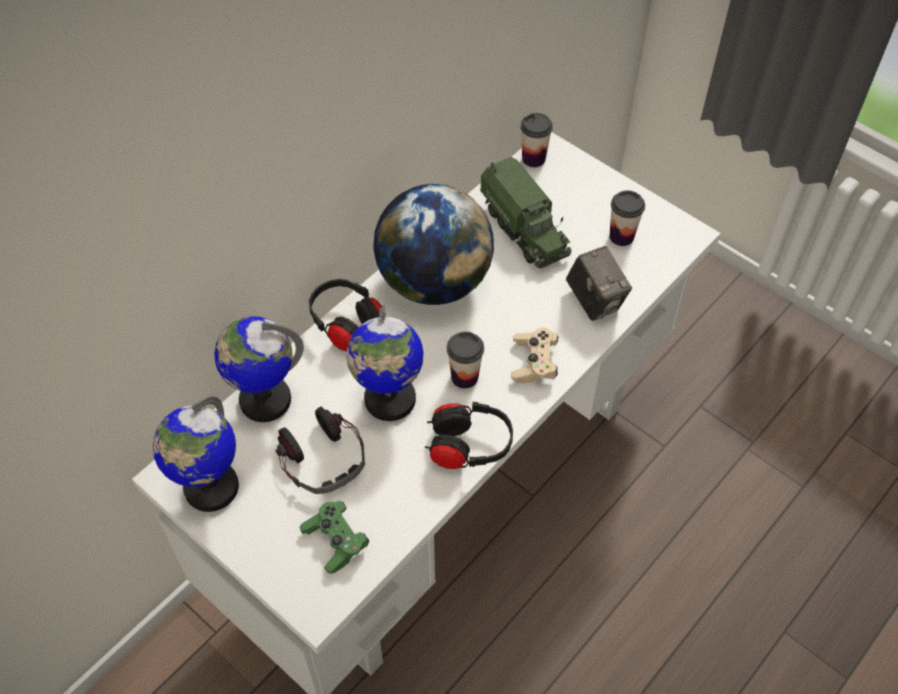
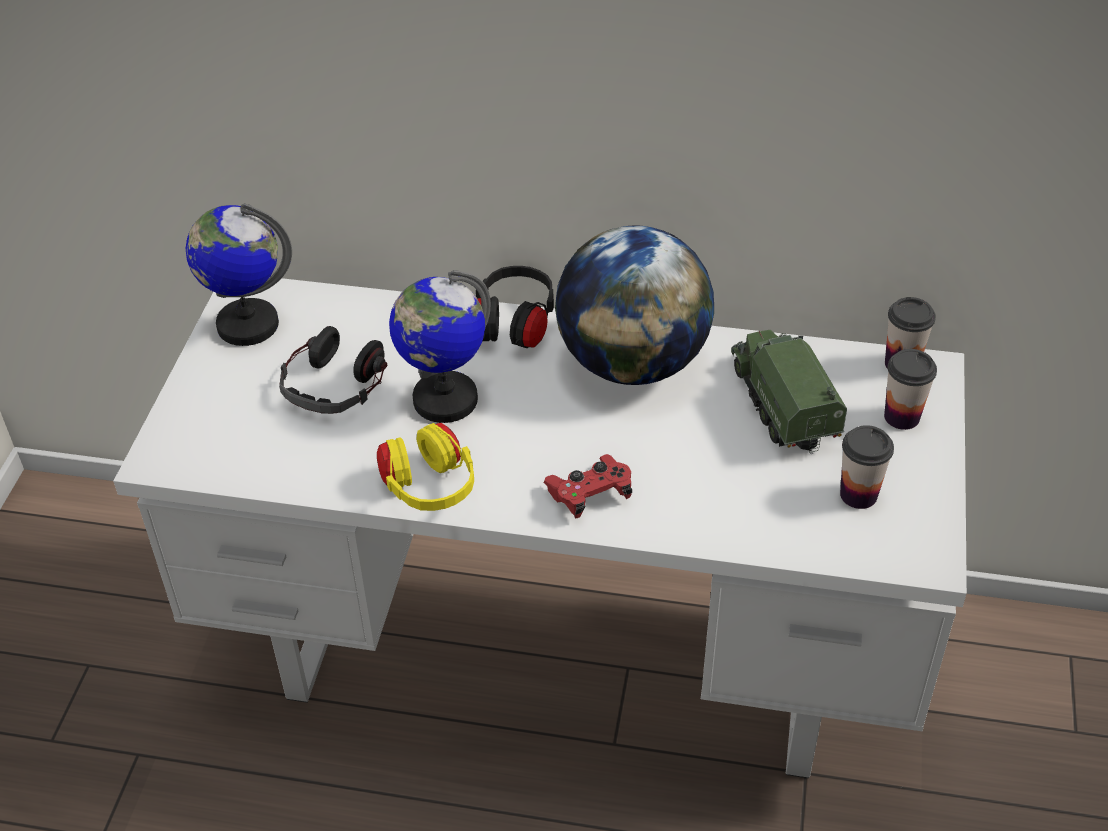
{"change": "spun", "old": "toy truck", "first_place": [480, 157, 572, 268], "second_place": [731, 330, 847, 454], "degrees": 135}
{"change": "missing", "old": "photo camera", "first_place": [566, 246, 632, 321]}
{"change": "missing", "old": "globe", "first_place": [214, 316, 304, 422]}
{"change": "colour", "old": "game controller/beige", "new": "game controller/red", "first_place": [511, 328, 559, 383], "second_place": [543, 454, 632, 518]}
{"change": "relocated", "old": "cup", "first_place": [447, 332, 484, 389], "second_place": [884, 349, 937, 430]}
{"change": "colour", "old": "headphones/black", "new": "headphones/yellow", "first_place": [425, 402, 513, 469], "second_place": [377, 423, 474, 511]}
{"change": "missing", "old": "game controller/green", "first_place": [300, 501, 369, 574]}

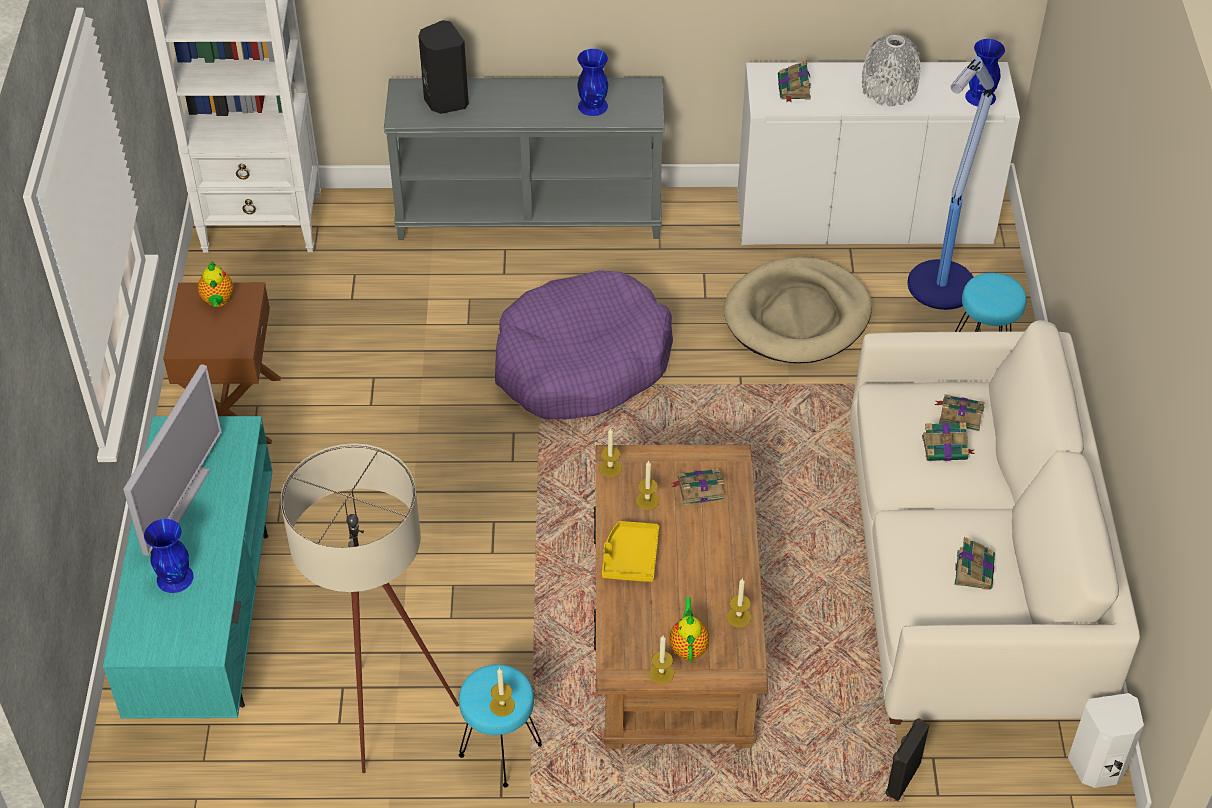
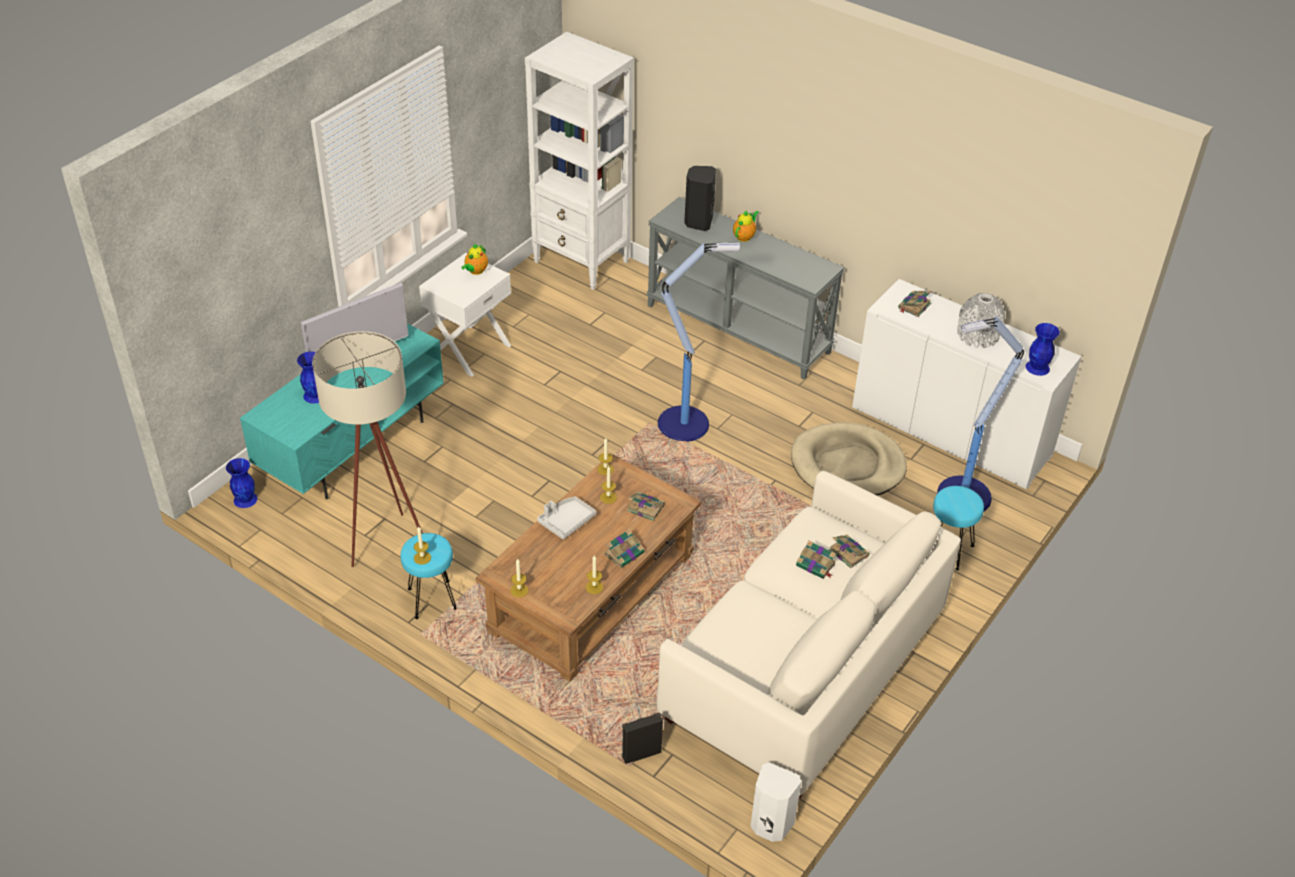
{"change": "relocated", "old": "vase/blue", "first_place": [577, 49, 608, 116], "second_place": [226, 458, 257, 508]}
{"change": "exchanged", "old": "dog bed/purple", "new": "floor lamp", "first_place": [495, 270, 673, 419], "second_place": [658, 243, 740, 442]}
{"change": "colour", "old": "nightstand/brown", "new": "nightstand/white", "first_place": [163, 282, 281, 444], "second_place": [419, 253, 511, 377]}
{"change": "colour", "old": "tray/yellow", "new": "tray/grey", "first_place": [602, 521, 659, 582], "second_place": [537, 496, 596, 539]}
{"change": "relocated", "old": "book", "first_place": [955, 537, 995, 590], "second_place": [604, 529, 645, 568]}
{"change": "relocated", "old": "teapot", "first_place": [669, 597, 709, 662], "second_place": [733, 210, 759, 242]}

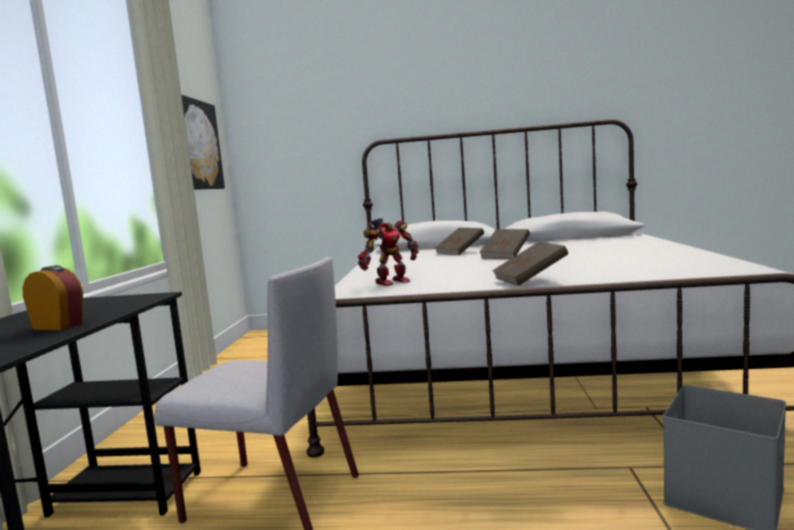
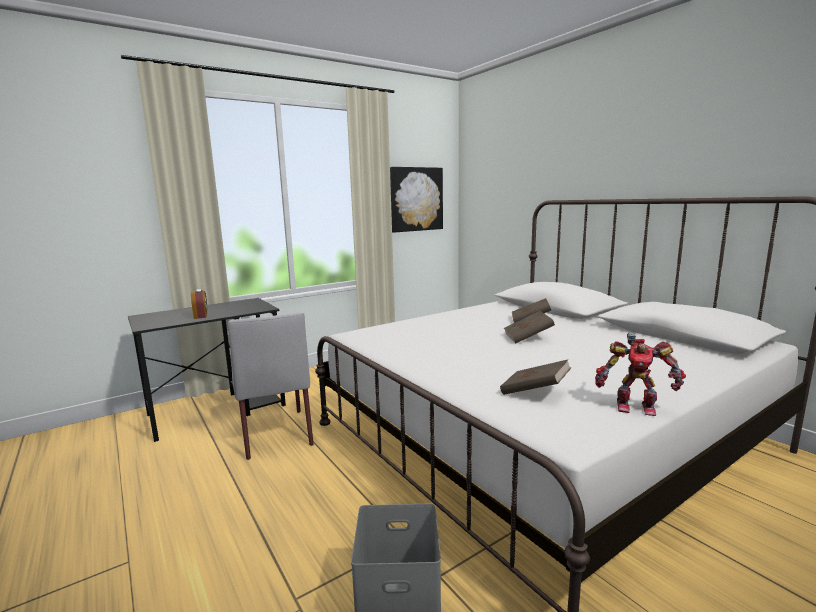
{"change": "relocated", "old": "toy robot", "first_place": [358, 218, 418, 286], "second_place": [595, 332, 686, 416]}
{"change": "relocated", "old": "book/brown", "first_place": [492, 242, 568, 286], "second_place": [500, 359, 571, 395]}

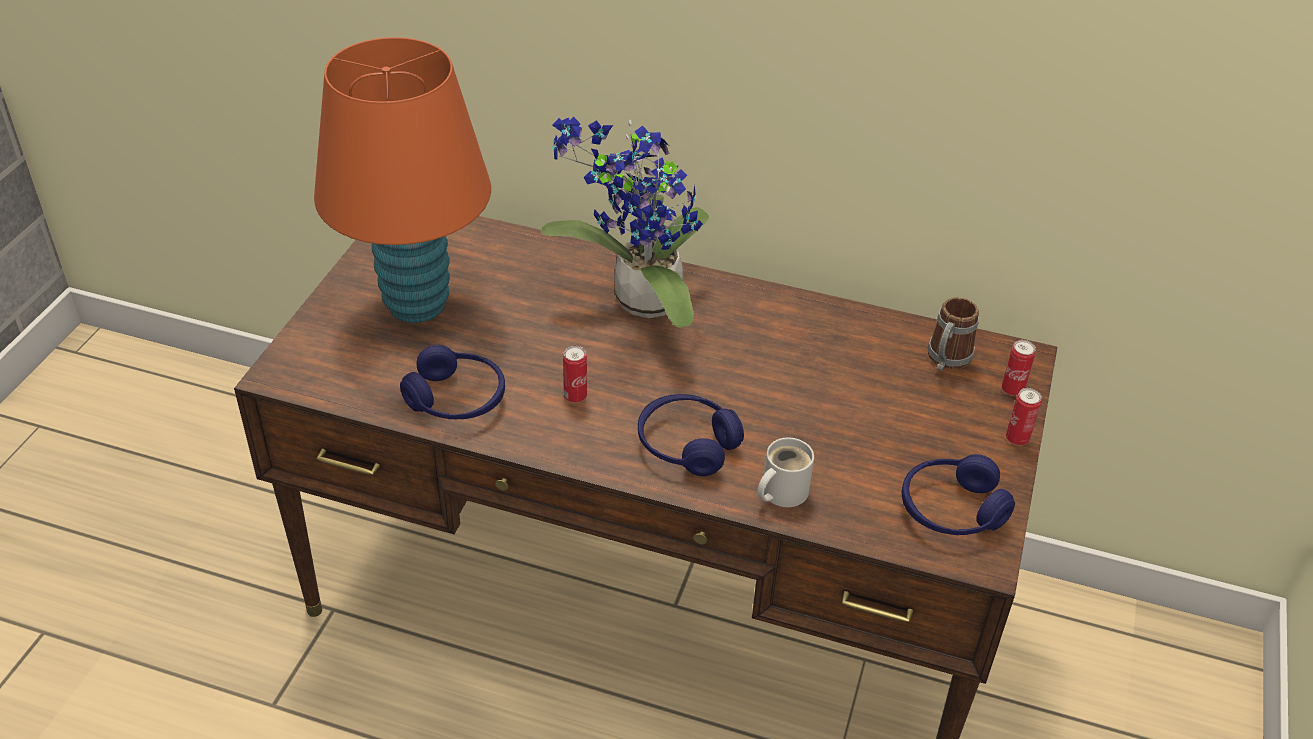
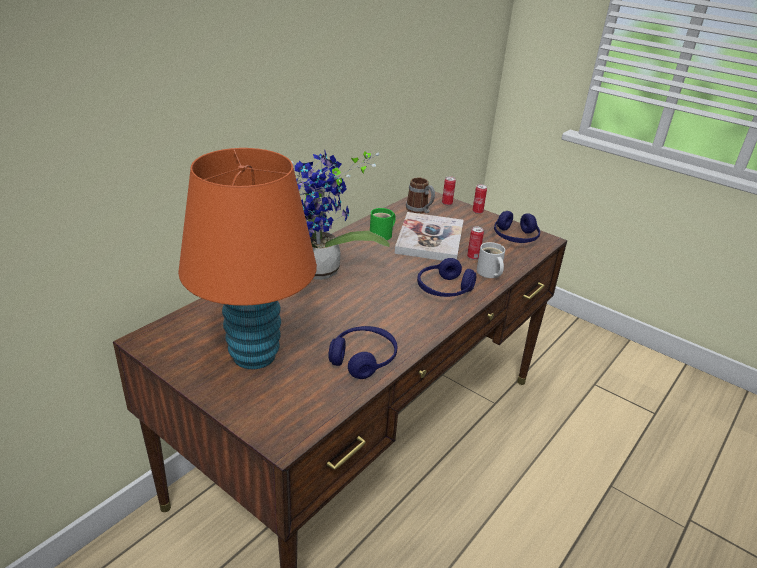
{"change": "relocated", "old": "can", "first_place": [563, 346, 587, 403], "second_place": [467, 227, 484, 260]}
{"change": "appeared", "new": "mug/green", "second_place": [370, 208, 396, 240]}
{"change": "appeared", "new": "book", "second_place": [395, 212, 464, 261]}

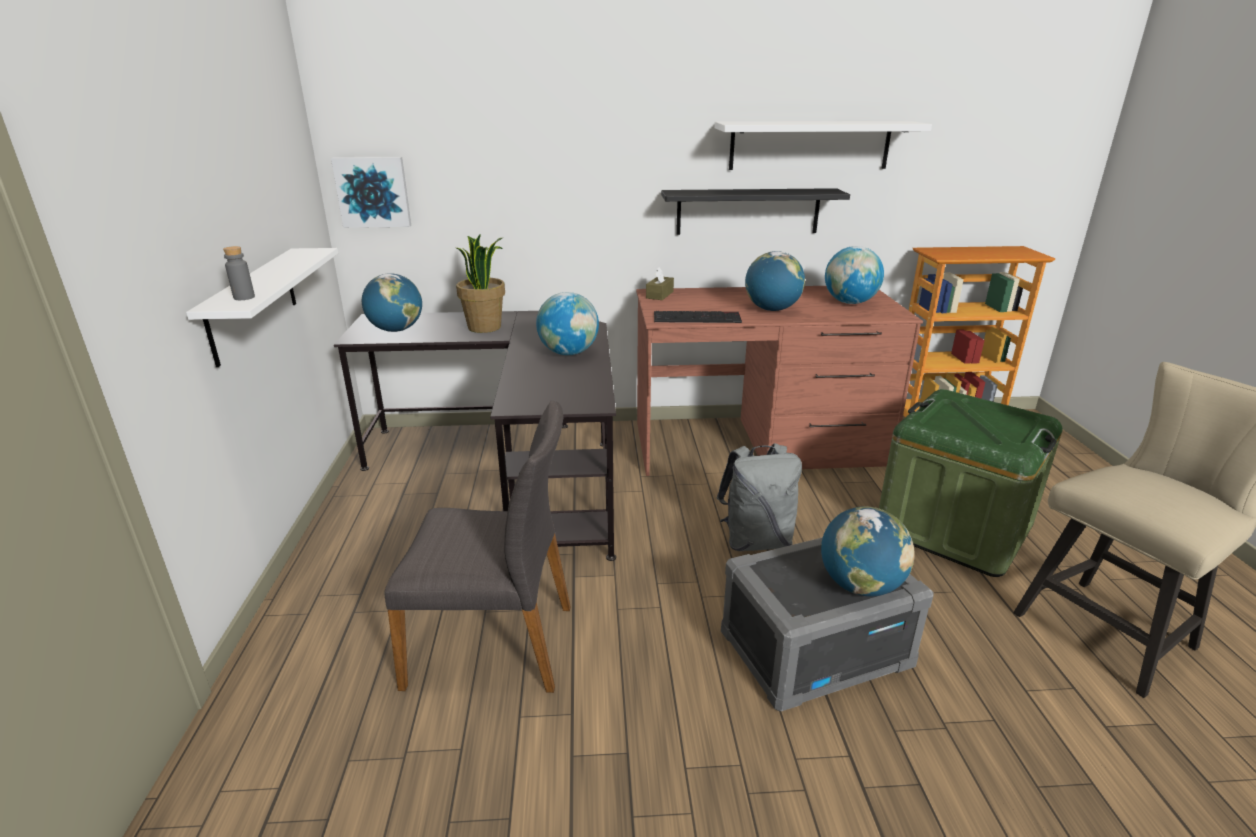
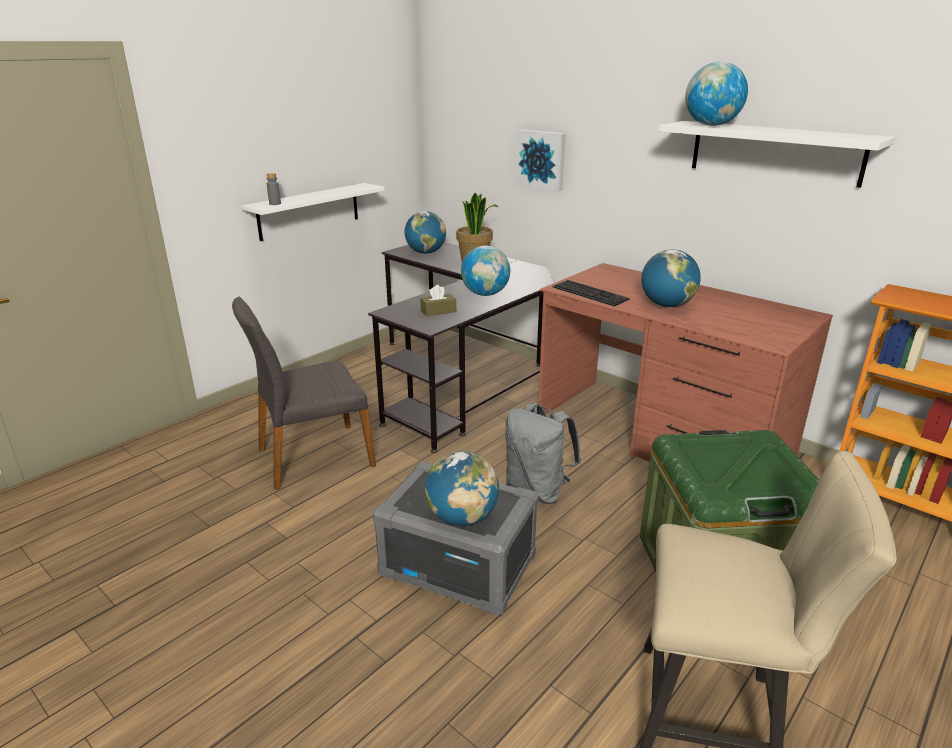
{"change": "relocated", "old": "picture", "first_place": [331, 157, 411, 228], "second_place": [516, 129, 566, 192]}
{"change": "missing", "old": "shelf/black", "first_place": [661, 188, 850, 235]}
{"change": "relocated", "old": "globe", "first_place": [825, 246, 884, 304], "second_place": [685, 61, 748, 126]}
{"change": "relocated", "old": "tissue box/brown", "first_place": [646, 267, 674, 300], "second_place": [420, 285, 456, 316]}
{"change": "spun", "old": "chair/grey", "first_place": [384, 400, 571, 693], "second_place": [232, 297, 376, 490], "degrees": 105}

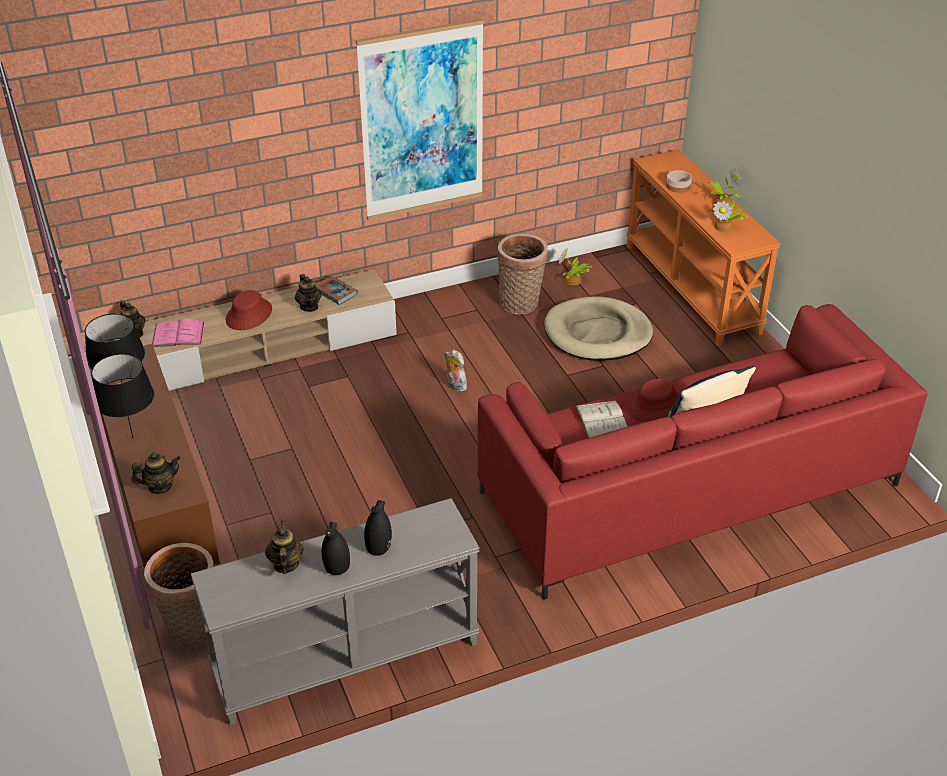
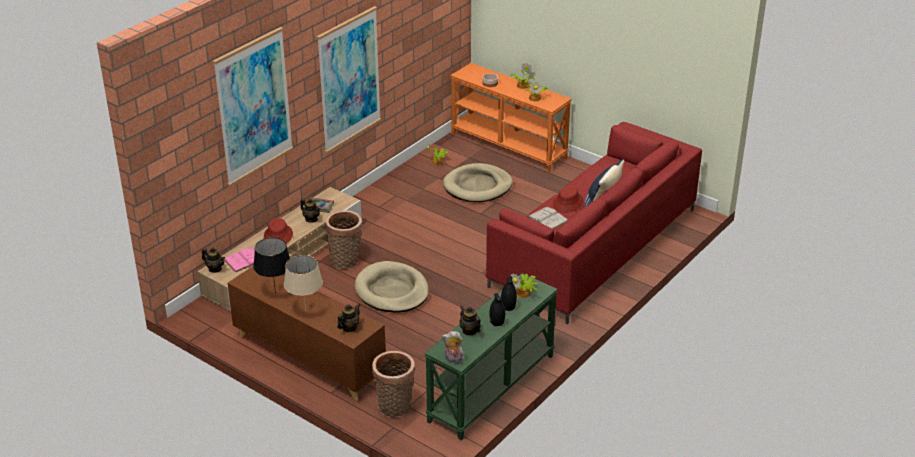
{"change": "relocated", "old": "basket", "first_place": [497, 234, 548, 314], "second_place": [326, 210, 362, 270]}
{"change": "relocated", "old": "plush toy", "first_place": [445, 350, 467, 392], "second_place": [442, 331, 464, 364]}
{"change": "colour", "old": "table lamp/black", "new": "table lamp/beige", "first_place": [91, 354, 154, 438], "second_place": [284, 255, 323, 311]}
{"change": "colour", "old": "console table/grey", "new": "console table/green", "first_place": [191, 498, 480, 725], "second_place": [424, 273, 558, 440]}
{"change": "appeared", "new": "picture", "second_place": [213, 27, 293, 187]}
{"change": "appeared", "new": "dog bed/beige", "second_place": [355, 261, 429, 313]}
{"change": "appeared", "new": "potted plant", "second_place": [511, 273, 537, 298]}

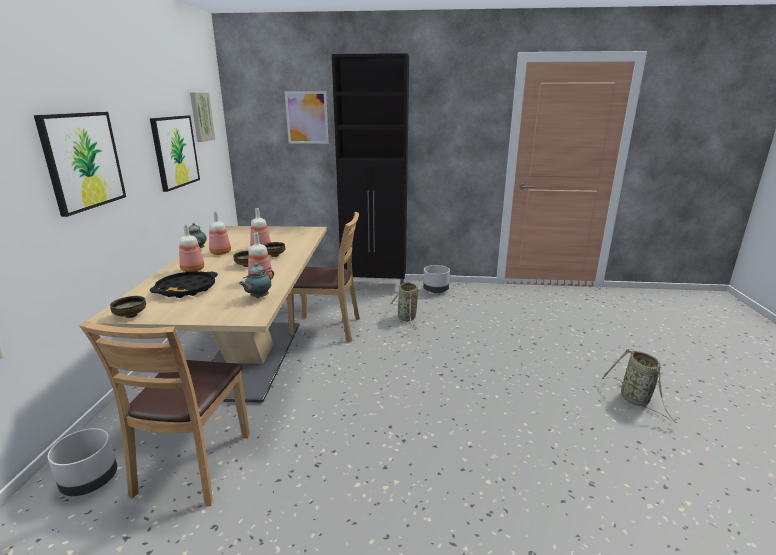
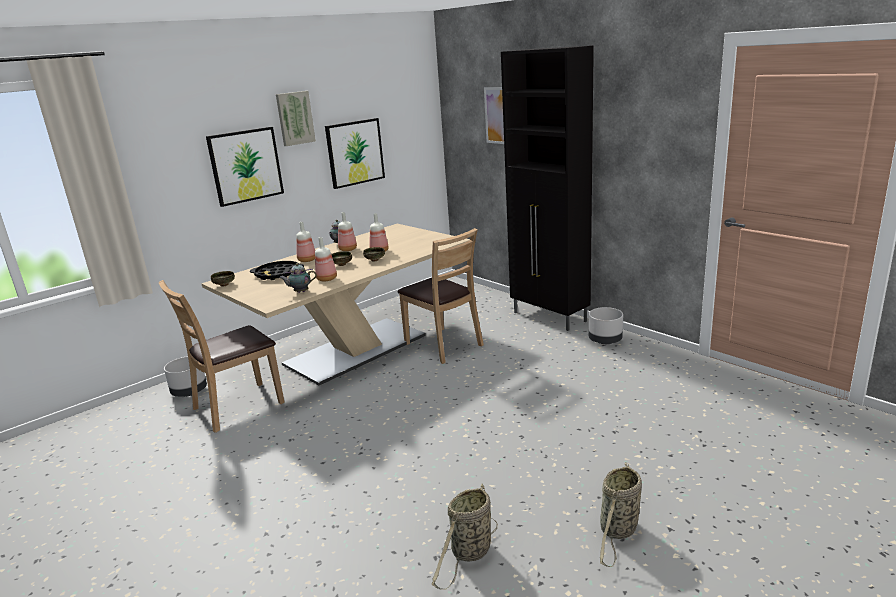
{"change": "relocated", "old": "picture", "first_place": [190, 92, 215, 142], "second_place": [276, 91, 316, 146]}
{"change": "relocated", "old": "basket", "first_place": [391, 281, 418, 330], "second_place": [432, 484, 498, 590]}

